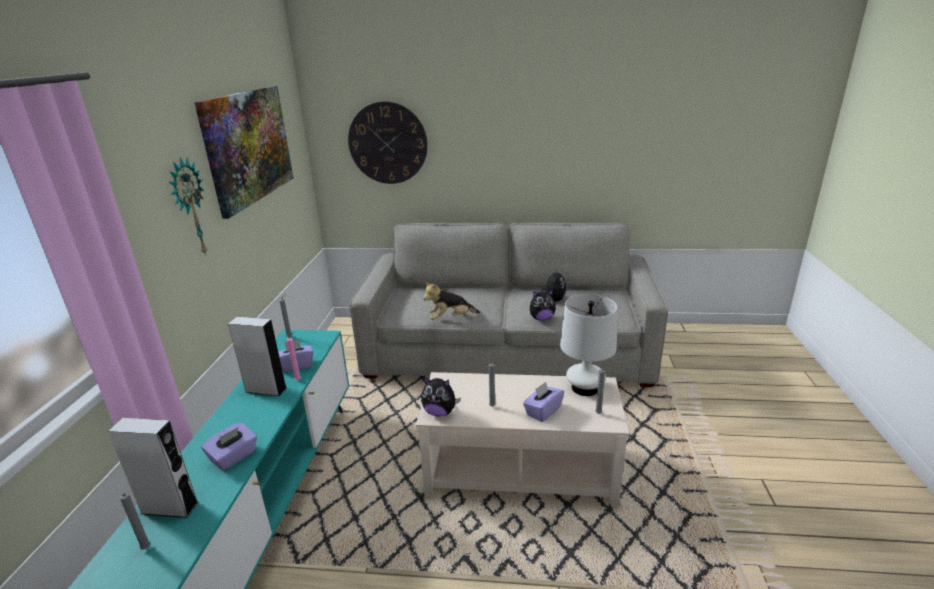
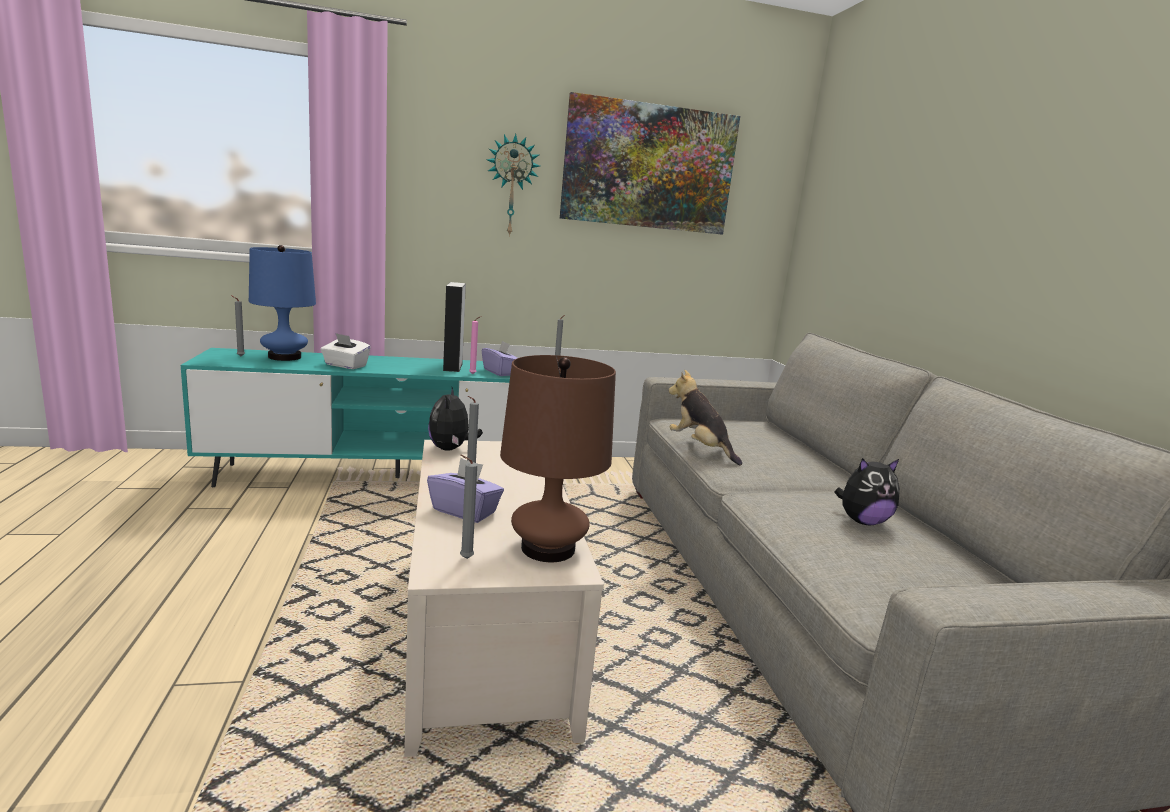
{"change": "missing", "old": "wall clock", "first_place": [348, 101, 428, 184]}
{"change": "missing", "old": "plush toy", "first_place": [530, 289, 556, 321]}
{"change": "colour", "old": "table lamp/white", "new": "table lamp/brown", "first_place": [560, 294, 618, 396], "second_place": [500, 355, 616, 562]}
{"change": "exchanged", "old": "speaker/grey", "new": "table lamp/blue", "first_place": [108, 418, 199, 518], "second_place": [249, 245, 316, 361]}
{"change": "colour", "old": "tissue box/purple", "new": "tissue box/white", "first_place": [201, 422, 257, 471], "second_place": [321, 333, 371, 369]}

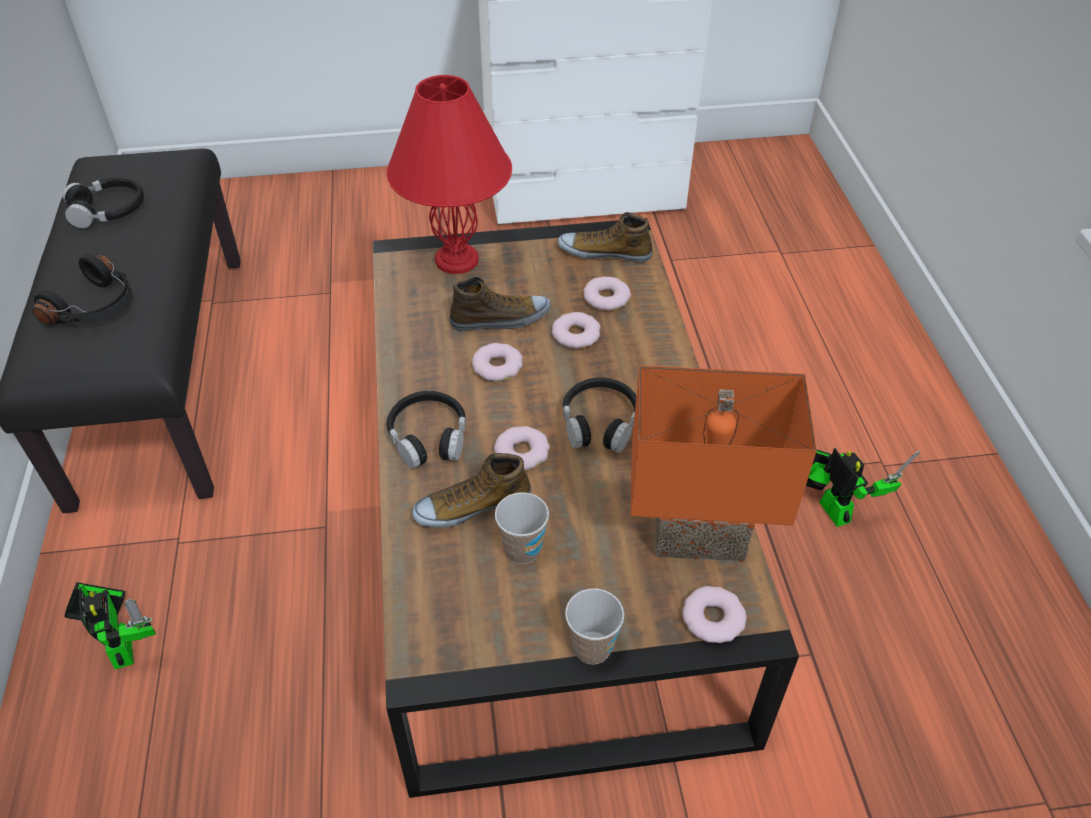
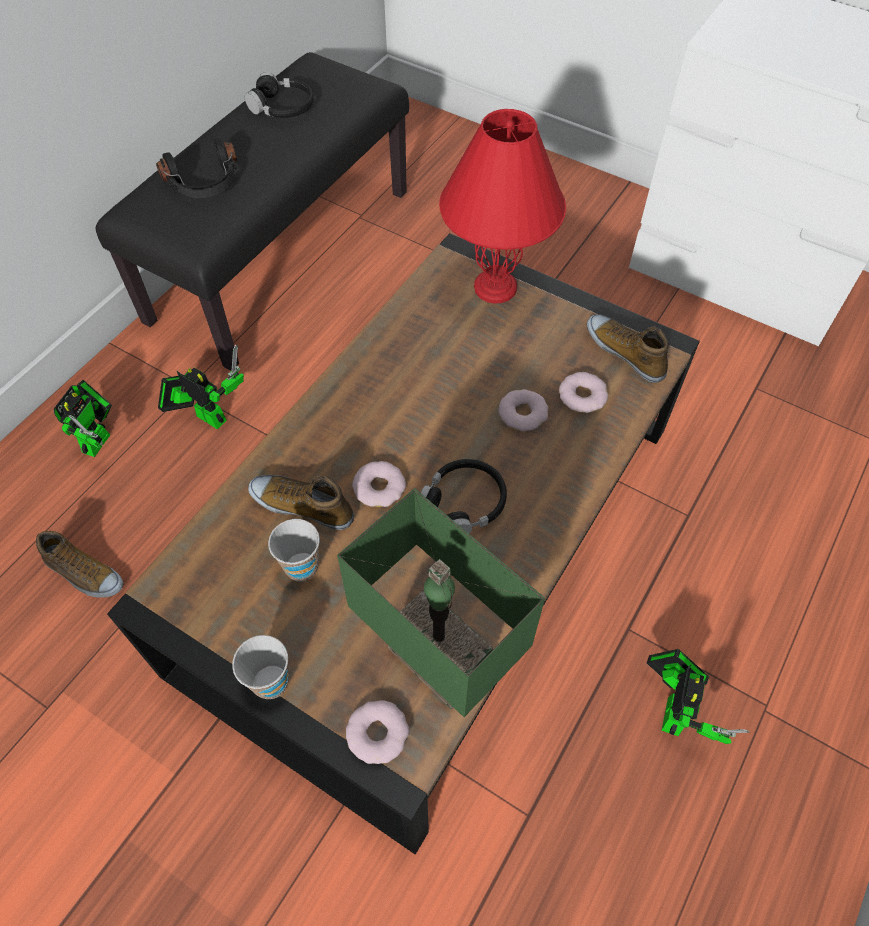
{"change": "relocated", "old": "shoe", "first_place": [450, 276, 550, 331], "second_place": [36, 531, 123, 598]}
{"change": "missing", "old": "donut", "first_place": [472, 343, 523, 381]}
{"change": "colour", "old": "table lamp/orange", "new": "table lamp/green", "first_place": [631, 365, 817, 562], "second_place": [337, 488, 545, 717]}
{"change": "missing", "old": "headphones/black", "first_place": [387, 391, 466, 469]}
{"change": "appeared", "new": "toy robot", "second_place": [158, 345, 244, 429]}

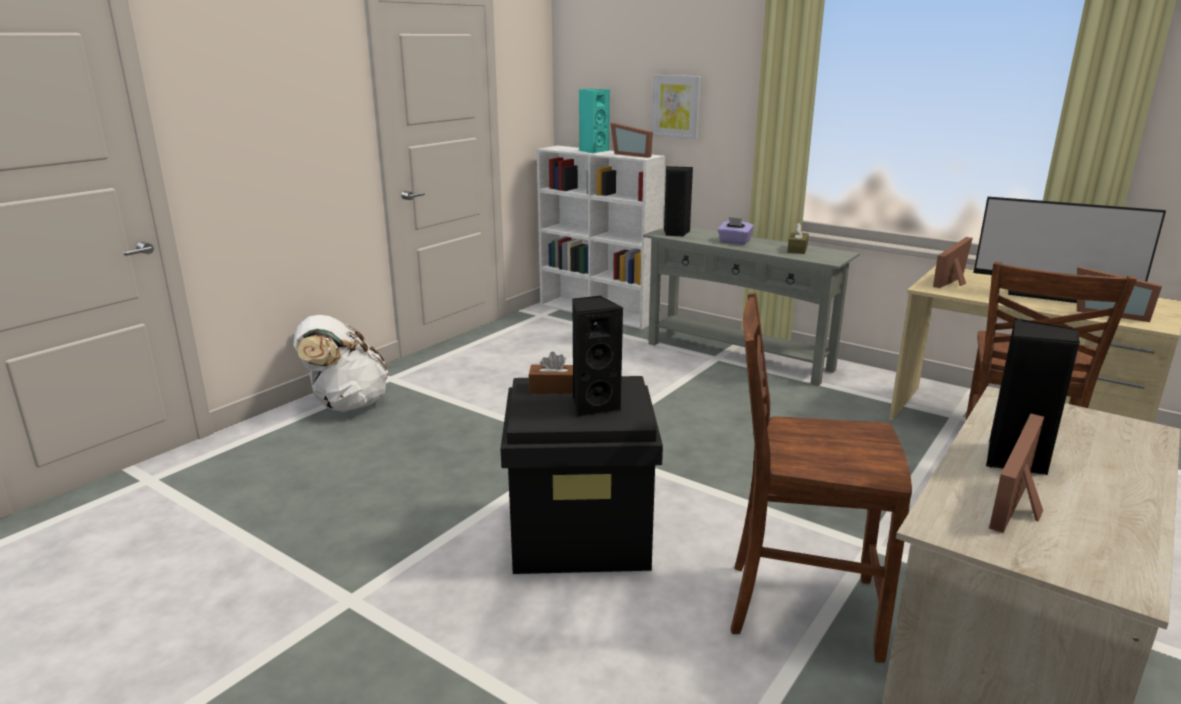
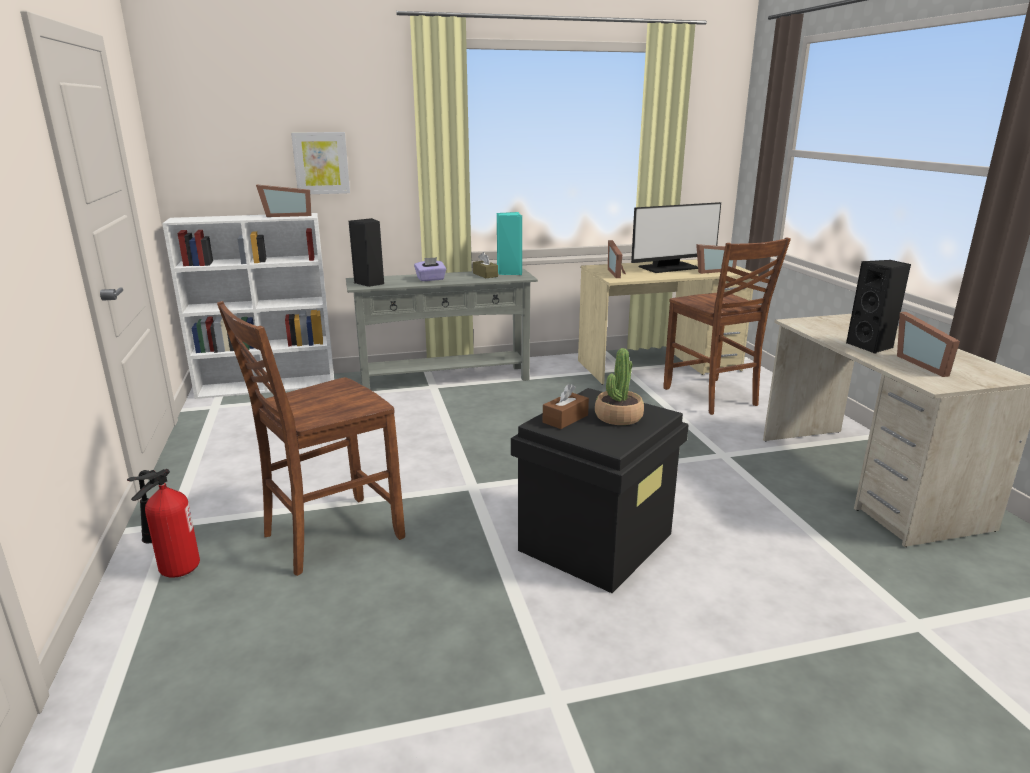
{"change": "relocated", "old": "speaker/turquoise", "first_place": [579, 89, 610, 153], "second_place": [497, 212, 522, 275]}
{"change": "relocated", "old": "chair/brown", "first_place": [731, 293, 912, 663], "second_place": [217, 301, 405, 576]}
{"change": "exchanged", "old": "speaker/black", "new": "potted plant", "first_place": [572, 296, 623, 418], "second_place": [595, 348, 644, 425]}
{"change": "exchanged", "old": "backpack/white", "new": "fire extinguisher", "first_place": [294, 315, 388, 412], "second_place": [127, 469, 200, 578]}

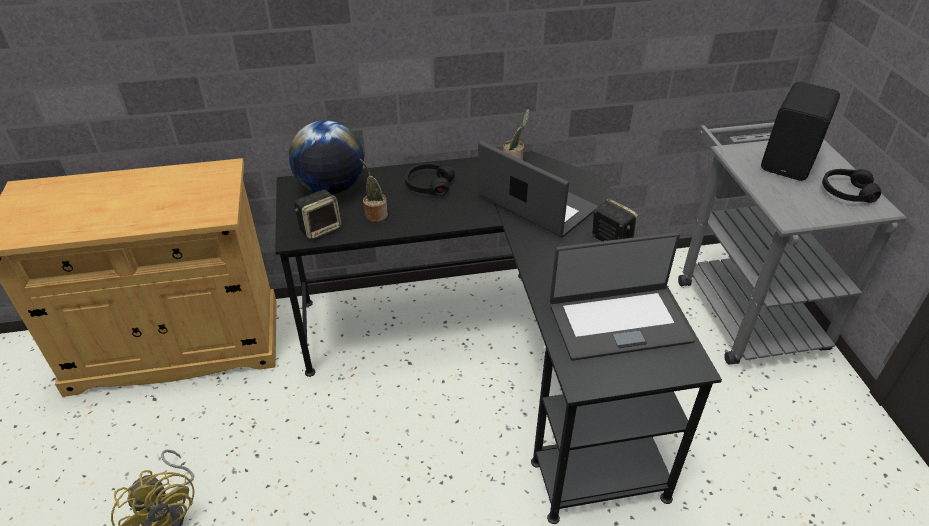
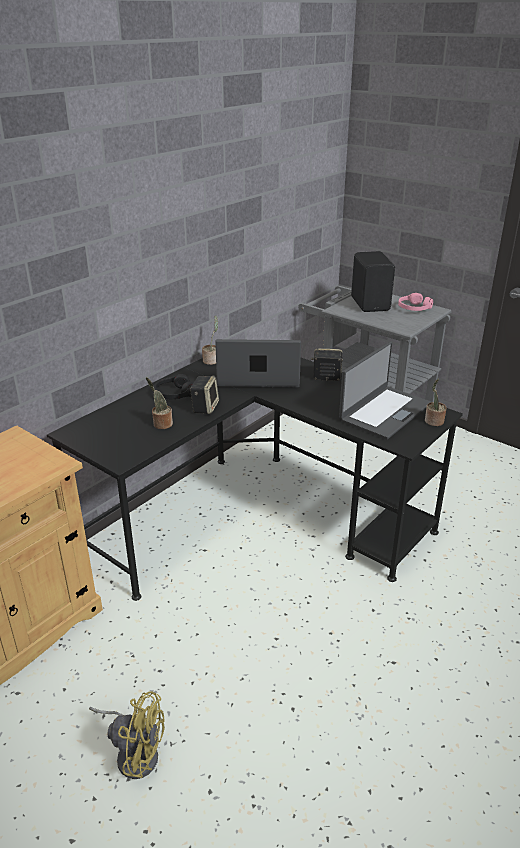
{"change": "missing", "old": "globe", "first_place": [289, 120, 364, 195]}
{"change": "colour", "old": "headphones/black", "new": "headphones/pink", "first_place": [822, 169, 881, 203], "second_place": [398, 293, 433, 311]}
{"change": "relocated", "old": "speaker", "first_place": [294, 190, 342, 240], "second_place": [190, 376, 219, 414]}
{"change": "appeared", "new": "potted plant", "second_place": [425, 379, 447, 426]}

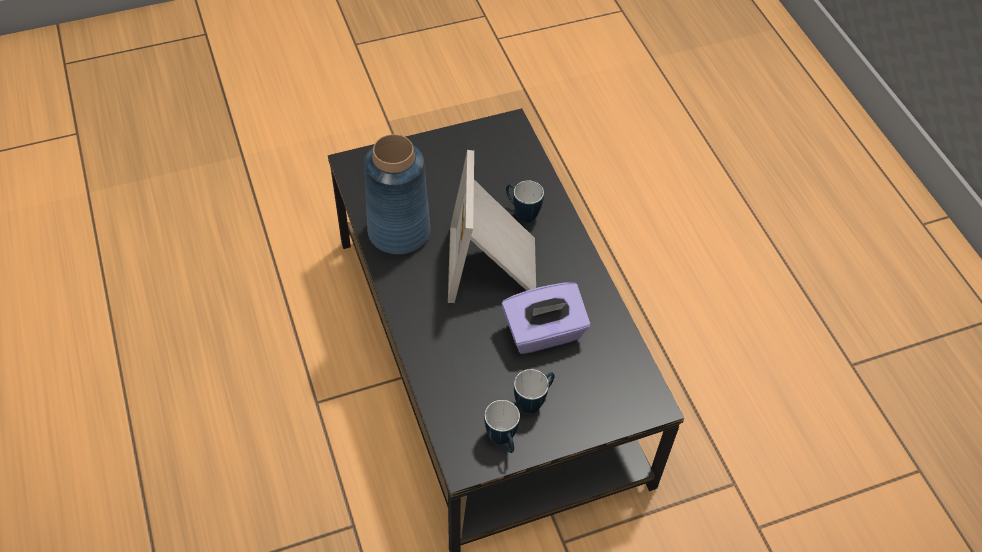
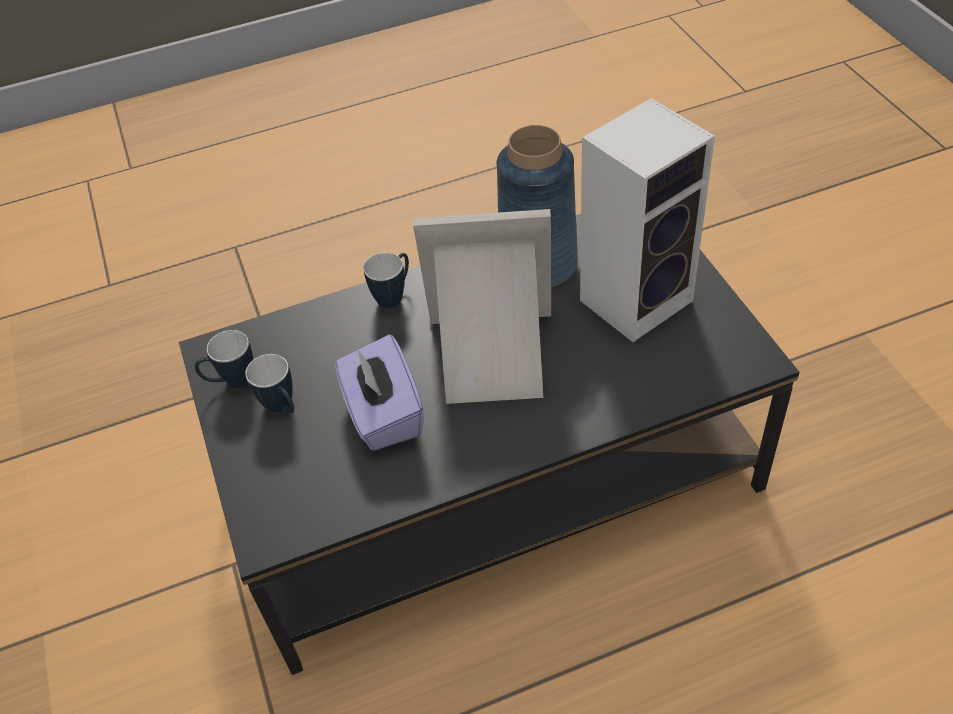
{"change": "relocated", "old": "mug", "first_place": [506, 180, 544, 222], "second_place": [363, 252, 409, 308]}
{"change": "appeared", "new": "speaker", "second_place": [580, 98, 715, 342]}

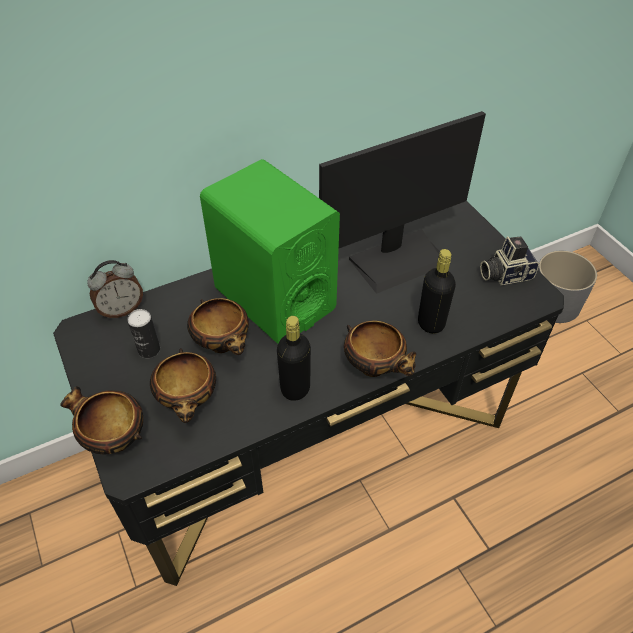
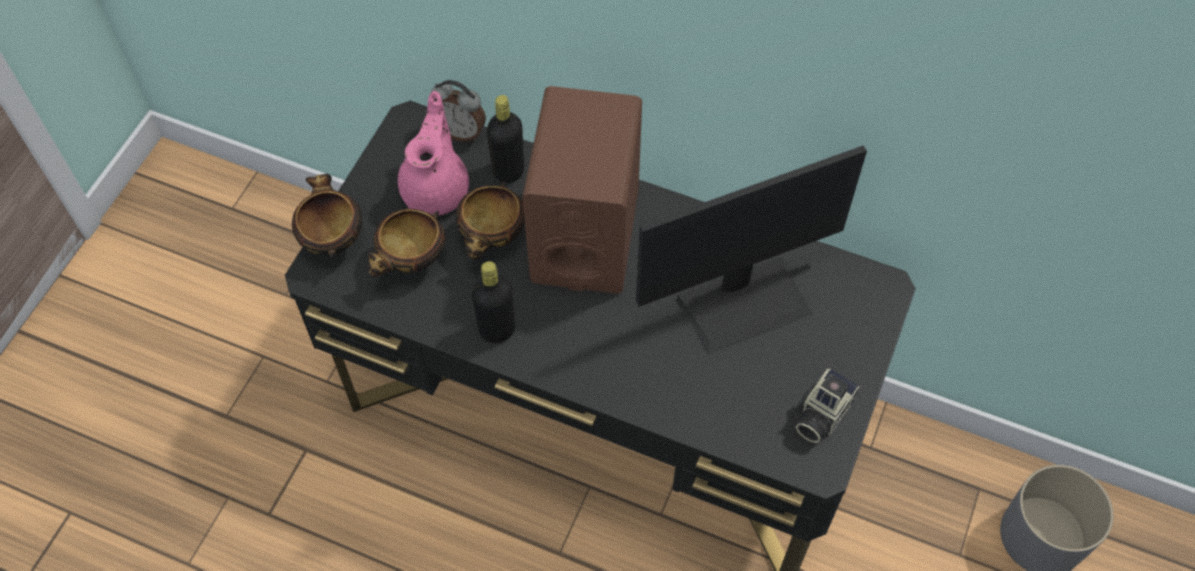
{"change": "spun", "old": "monitor", "first_place": [319, 111, 486, 294], "second_place": [636, 146, 867, 355], "degrees": -45}
{"change": "colour", "old": "speaker/green", "new": "speaker/brown", "first_place": [200, 159, 340, 344], "second_place": [522, 86, 642, 293]}
{"change": "spun", "old": "photo camera", "first_place": [480, 236, 539, 285], "second_place": [796, 368, 860, 443], "degrees": -90}
{"change": "relocated", "old": "bottle/black", "first_place": [418, 249, 456, 334], "second_place": [487, 95, 525, 183]}
{"change": "exchanged", "old": "can", "new": "teapot/pink", "first_place": [127, 309, 160, 358], "second_place": [398, 91, 469, 216]}
{"change": "missing", "old": "bowl", "first_place": [344, 321, 416, 377]}

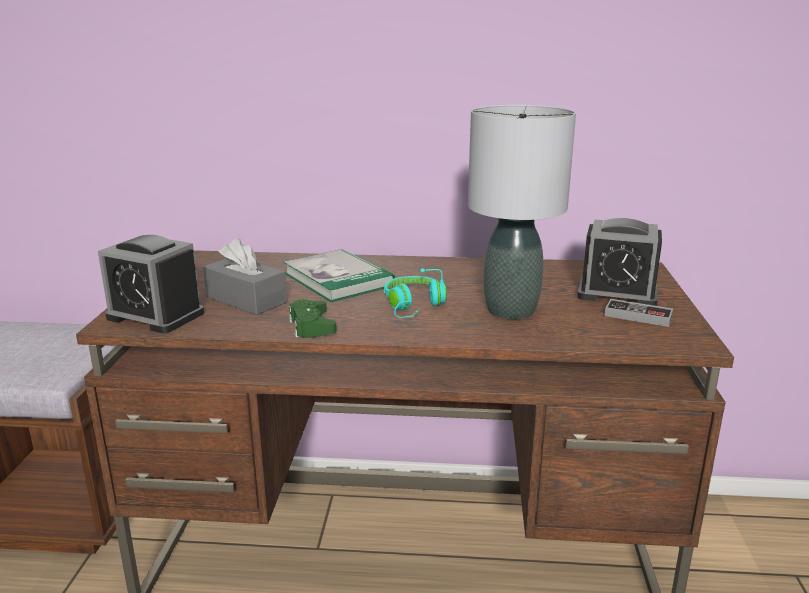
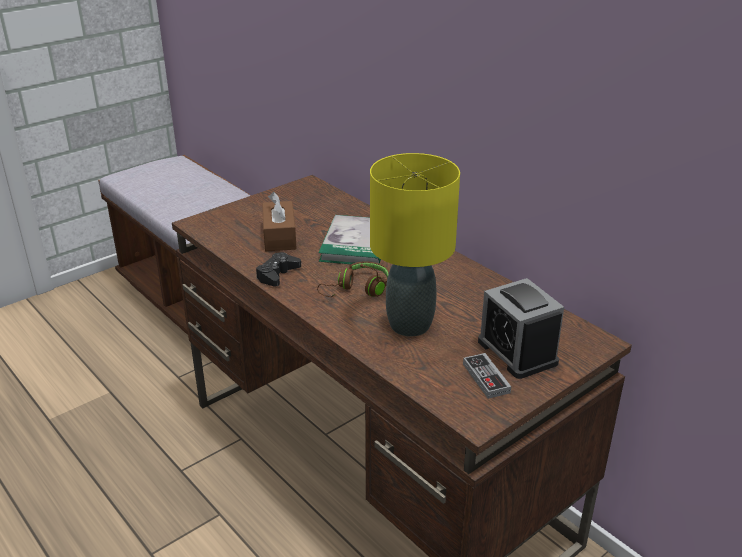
{"change": "colour", "old": "table lamp/grey", "new": "table lamp/yellow", "first_place": [468, 105, 576, 319], "second_place": [370, 153, 460, 336]}
{"change": "missing", "old": "alarm clock", "first_place": [98, 235, 204, 333]}
{"change": "colour", "old": "tissue box/grey", "new": "tissue box/brown", "first_place": [203, 238, 287, 315], "second_place": [262, 192, 297, 251]}
{"change": "colour", "old": "headphones/turquoise", "new": "headphones/brown", "first_place": [384, 268, 447, 318], "second_place": [317, 261, 390, 297]}
{"change": "colour", "old": "game controller/green", "new": "game controller/black", "first_place": [289, 299, 337, 338], "second_place": [256, 252, 301, 286]}

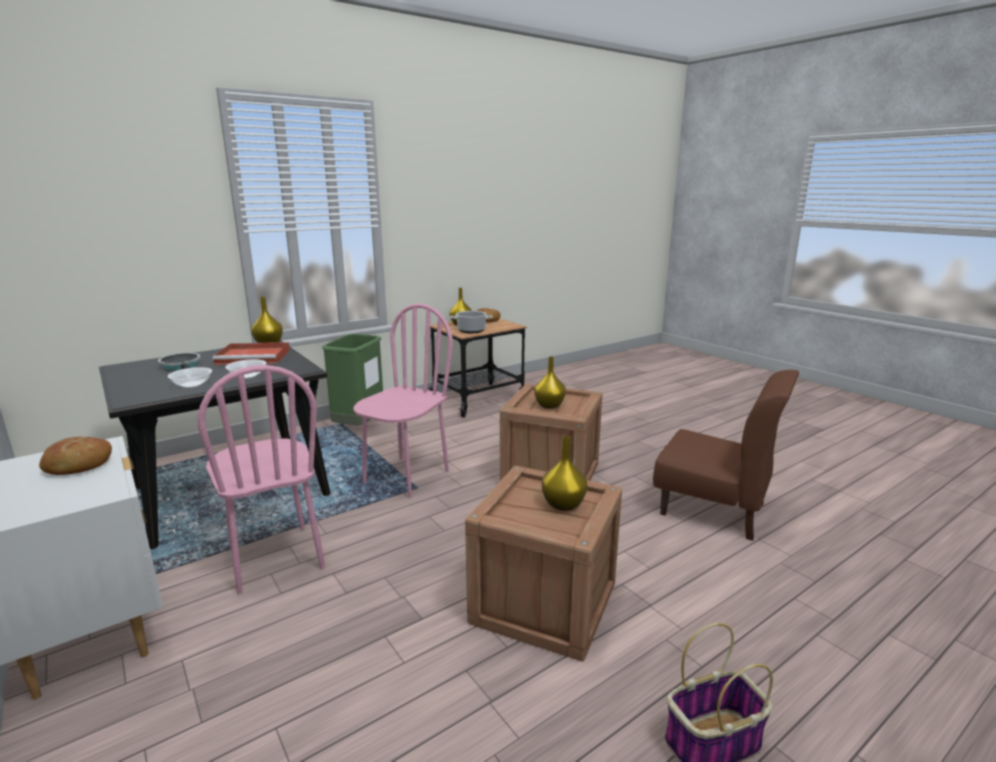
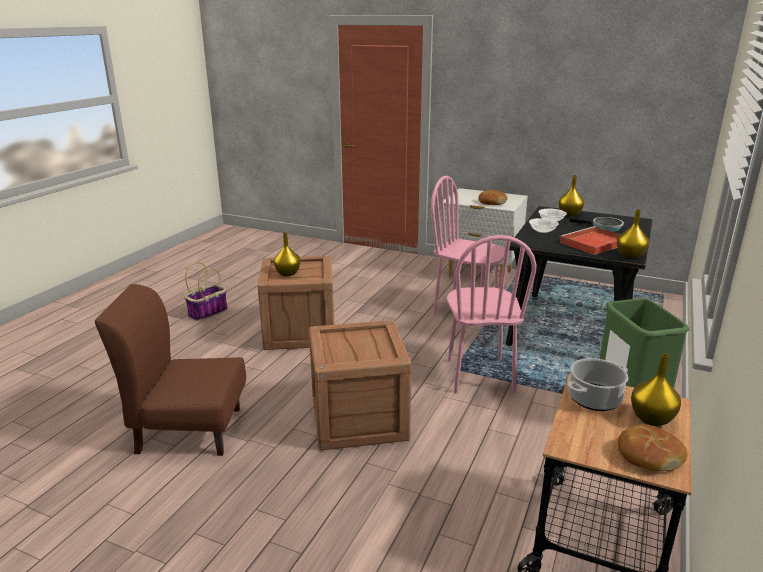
{"change": "relocated", "old": "vase/yellow", "first_place": [534, 356, 566, 409], "second_place": [558, 175, 584, 217]}

